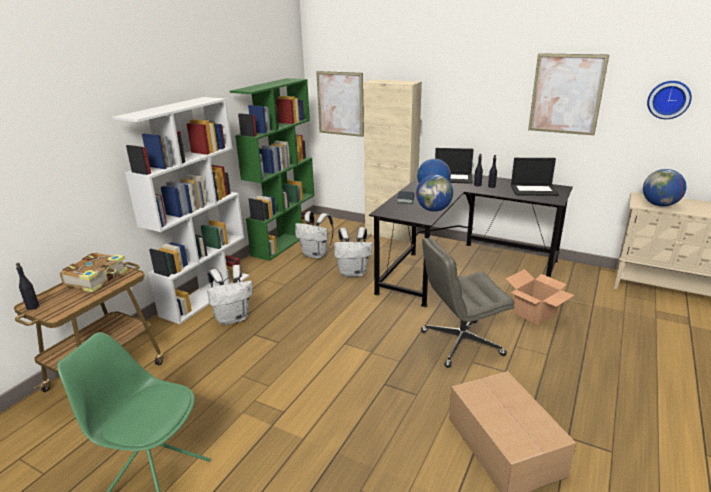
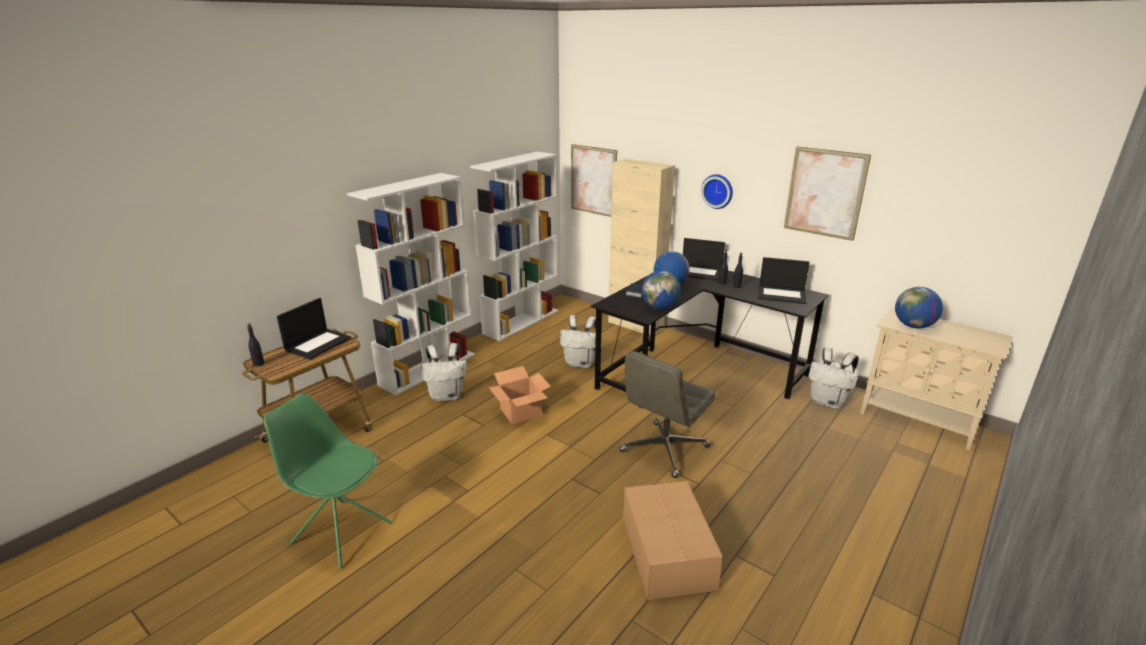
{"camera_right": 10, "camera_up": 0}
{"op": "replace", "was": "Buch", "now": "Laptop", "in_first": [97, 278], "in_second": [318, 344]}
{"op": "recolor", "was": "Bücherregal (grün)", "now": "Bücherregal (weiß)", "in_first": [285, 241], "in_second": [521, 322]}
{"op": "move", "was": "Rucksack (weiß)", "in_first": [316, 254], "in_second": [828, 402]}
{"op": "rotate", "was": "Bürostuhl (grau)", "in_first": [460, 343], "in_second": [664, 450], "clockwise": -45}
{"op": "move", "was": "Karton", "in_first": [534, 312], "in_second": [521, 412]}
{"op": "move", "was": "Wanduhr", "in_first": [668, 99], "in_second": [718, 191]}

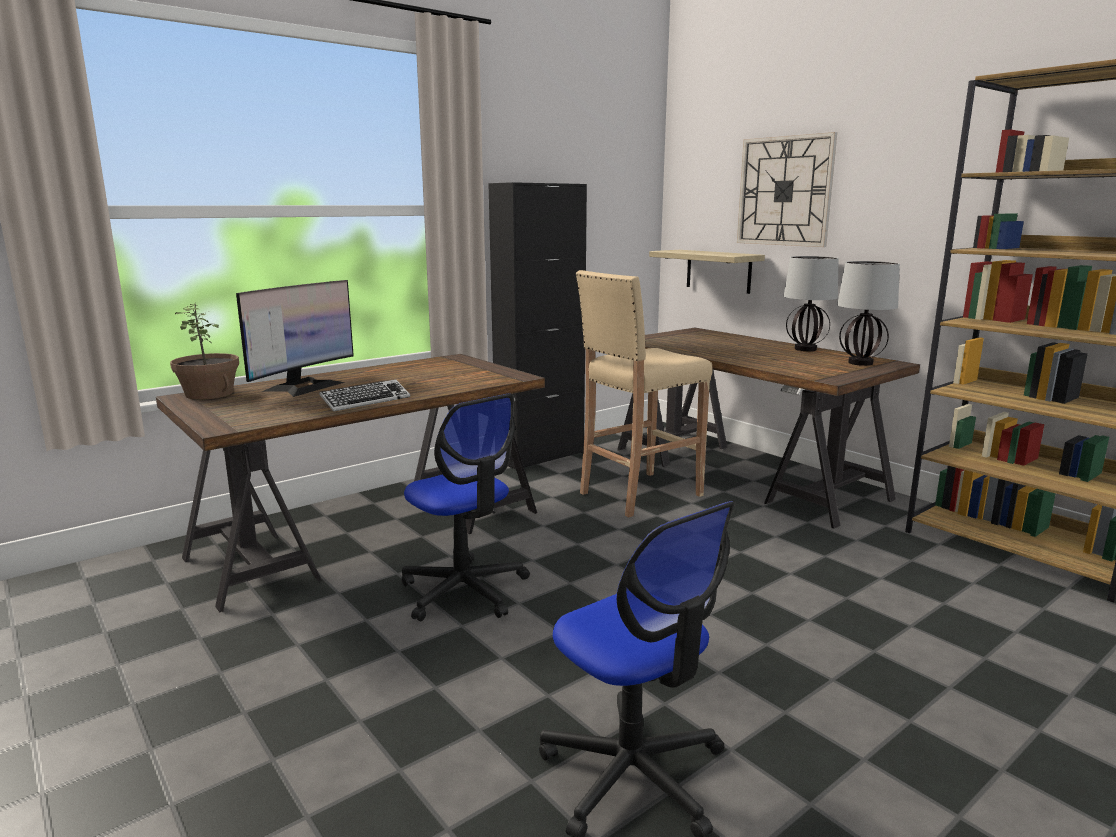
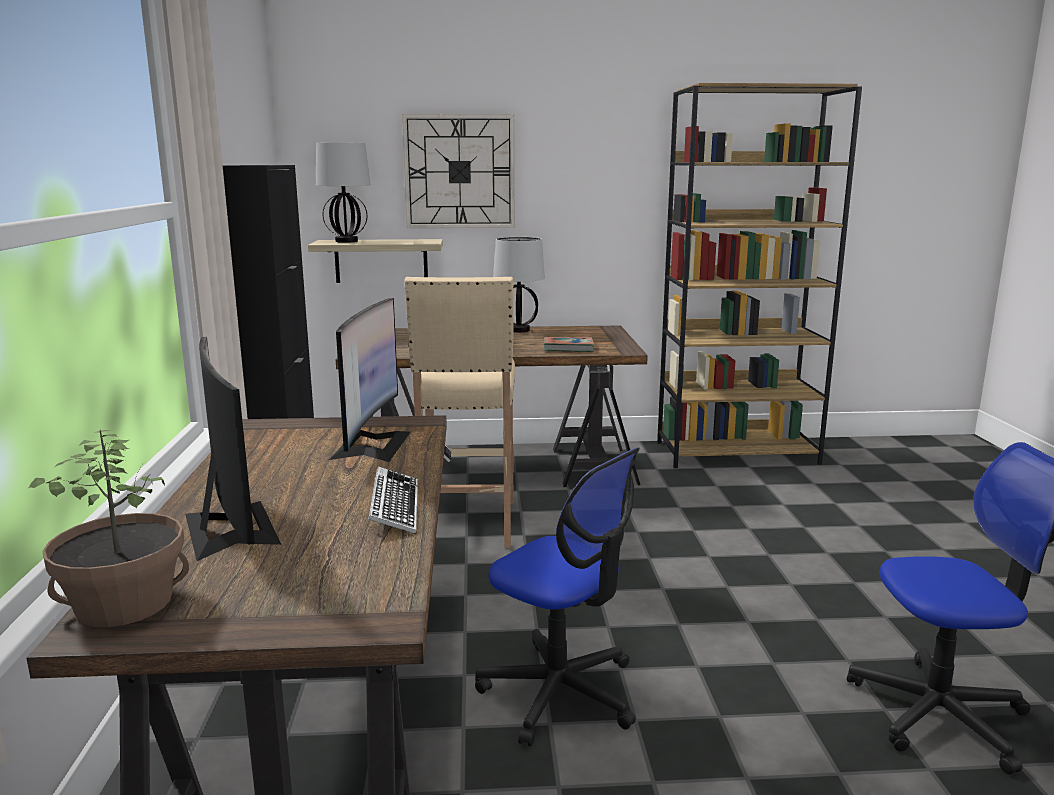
{"camera_right": -55, "camera_up": 0}
{"op": "rotate", "was": "Bürostuhl", "in_first": [464, 591], "in_second": [560, 693], "clockwise": 45}
{"op": "move", "was": "Tischlampe", "in_first": [860, 363], "in_second": [346, 241]}
{"op": "insert", "now": "Monitor", "in_second": [371, 445]}
{"op": "insert", "now": "Buch", "in_second": [568, 348]}

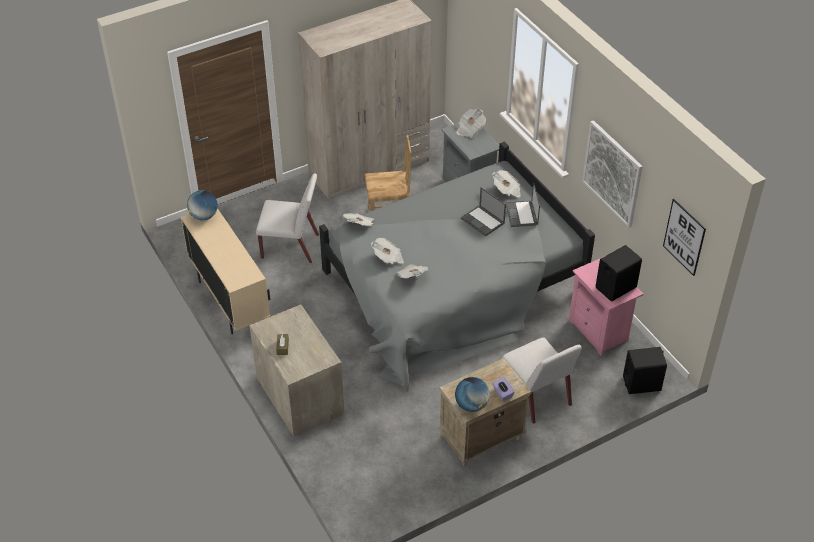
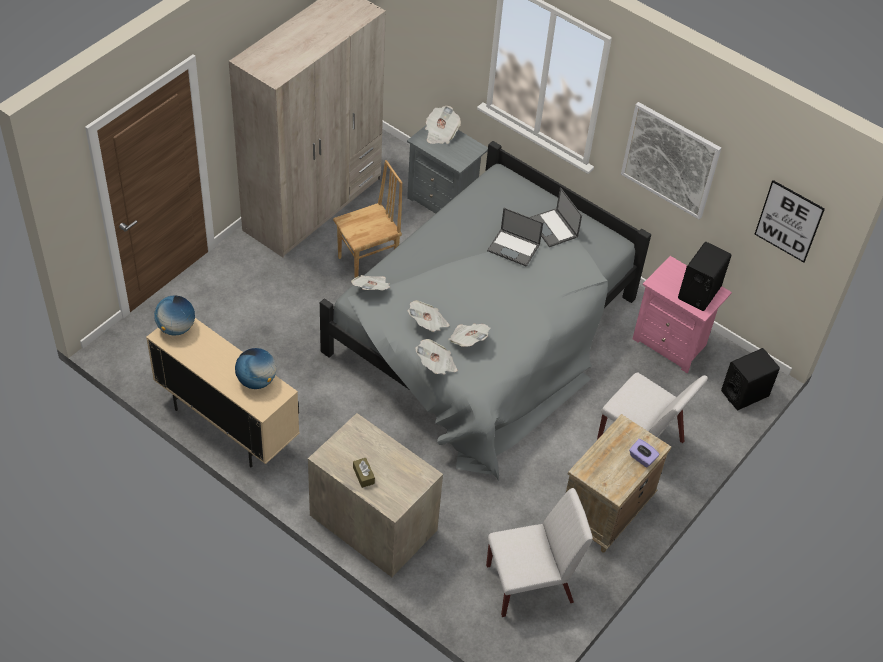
{"camera_right": -25, "camera_up": 5}
{"op": "move", "was": "Stuhl (weiß)", "in_first": [291, 246], "in_second": [530, 583]}
{"op": "move", "was": "Globus", "in_first": [471, 405], "in_second": [256, 381]}
{"op": "move", "was": "Zeitung", "in_first": [507, 190], "in_second": [436, 365]}

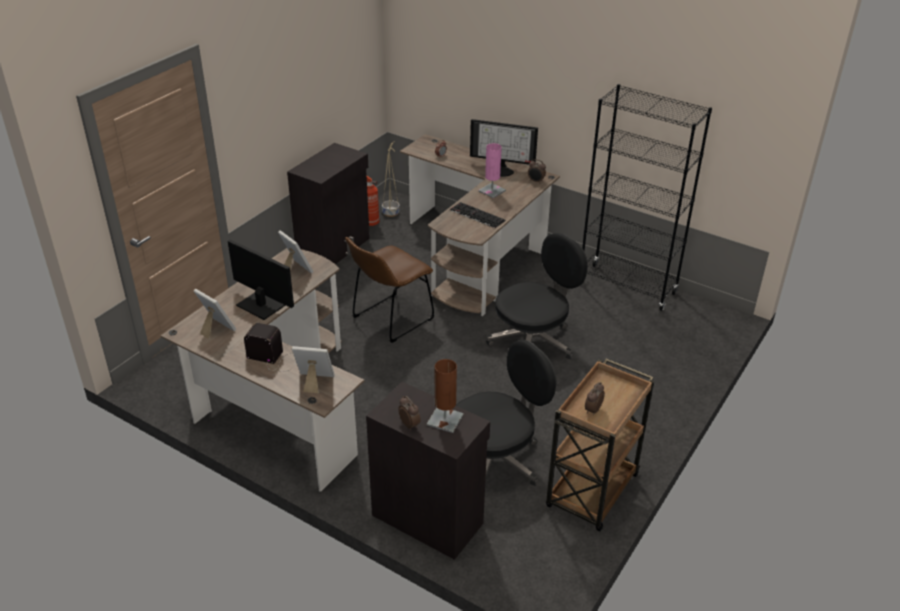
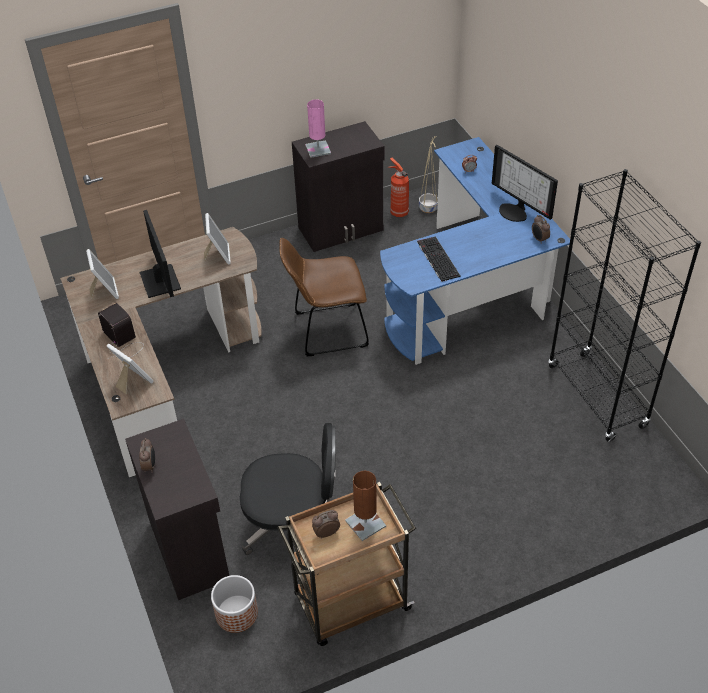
{"camera_right": 35, "camera_up": 10}
{"op": "recolor", "was": "Schreibtisch (braun)", "now": "Schreibtisch (blau)", "in_first": [478, 255], "in_second": [472, 292]}
{"op": "move", "was": "Tischlampe (braun)", "in_first": [445, 420], "in_second": [365, 523]}
{"op": "move", "was": "Tischlampe (rosa)", "in_first": [492, 191], "in_second": [318, 149]}
{"op": "delete", "was": "Bürostuhl (schwarz)", "in_first": [533, 342]}
{"op": "insert", "now": "Pflanzkübel", "in_second": [236, 613]}

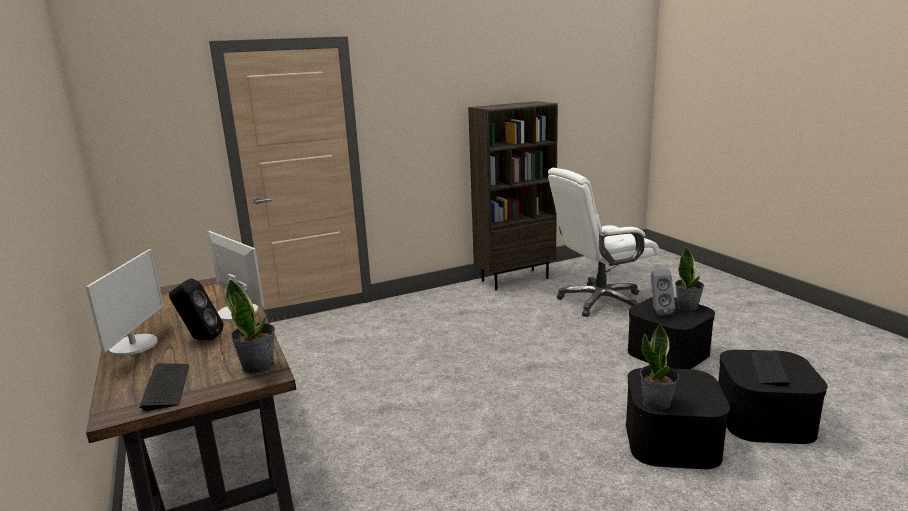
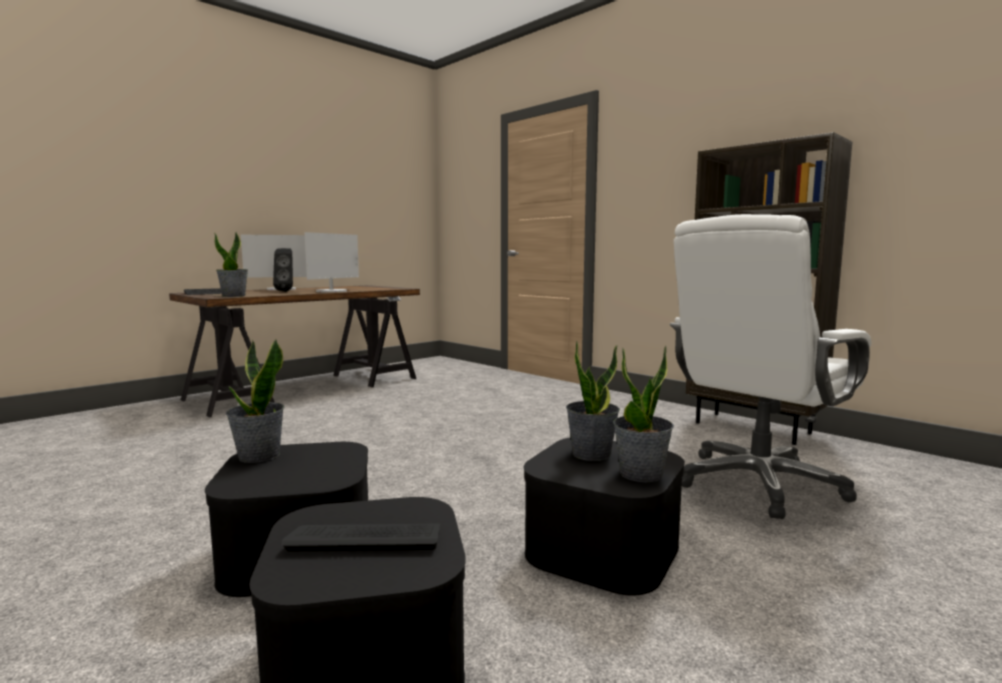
{"camera_right": 70, "camera_up": -10}
{"op": "rotate", "was": "Bürostuhl (weiß)", "in_first": [600, 301], "in_second": [758, 484], "clockwise": -90}
{"op": "replace", "was": "Lautsprecher (grau)", "now": "Topfpflanze", "in_first": [658, 311], "in_second": [591, 454]}

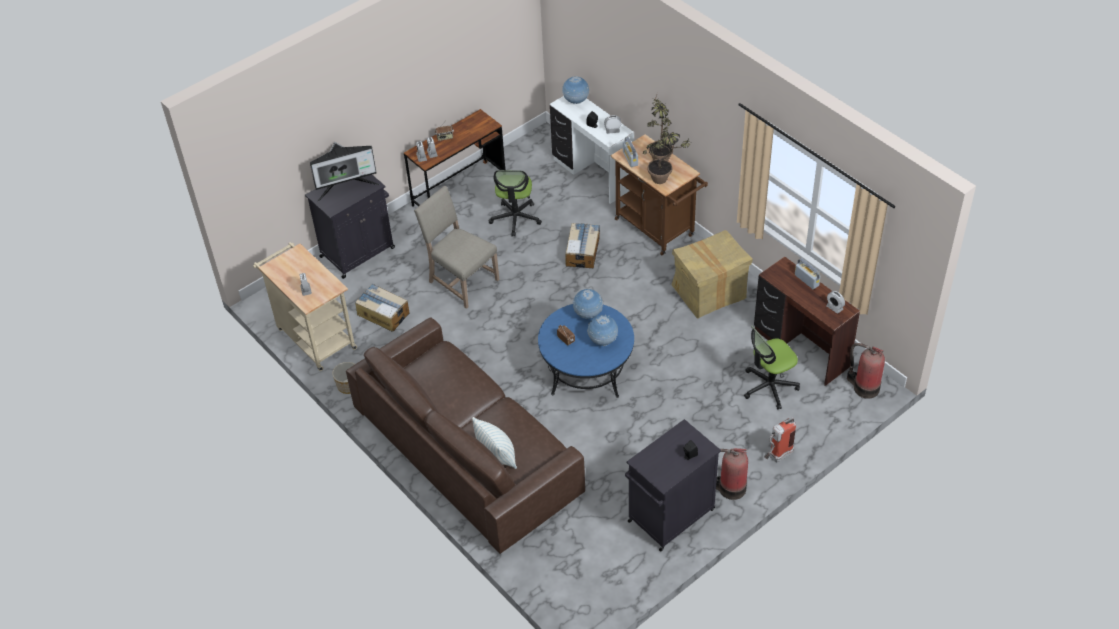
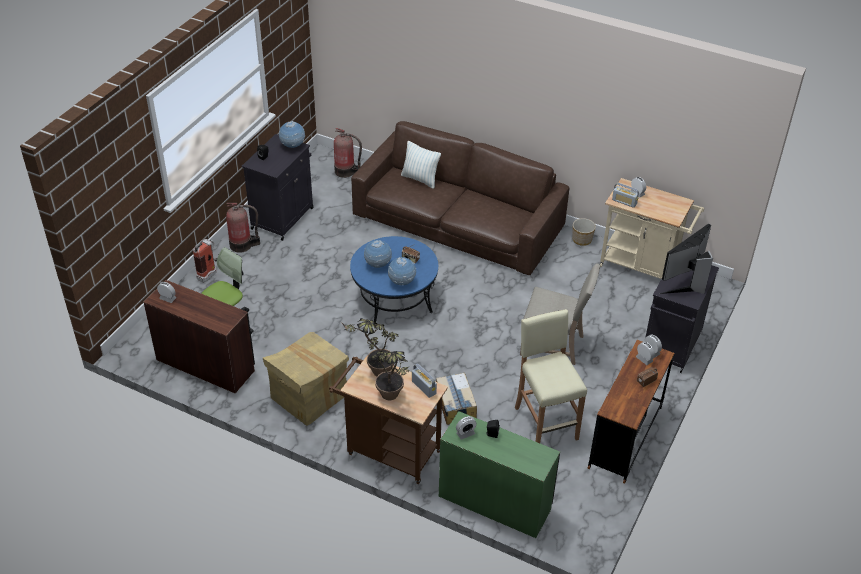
{"camera_right": 155, "camera_up": -5}
{"op": "delete", "was": "Karton", "in_first": [383, 313]}
{"op": "replace", "was": "Bürostuhl", "now": "Hocker (beige)", "in_first": [515, 218], "in_second": [545, 422]}
{"op": "recolor", "was": "Schreibtisch (weiß)", "now": "Schreibtisch (grün)", "in_first": [592, 174], "in_second": [495, 501]}
{"op": "move", "was": "Globus", "in_first": [576, 101], "in_second": [292, 146]}
{"op": "move", "was": "Radio", "in_first": [806, 280], "in_second": [624, 202]}
{"op": "move", "was": "Feuerlöscher", "in_first": [864, 387], "in_second": [346, 171]}

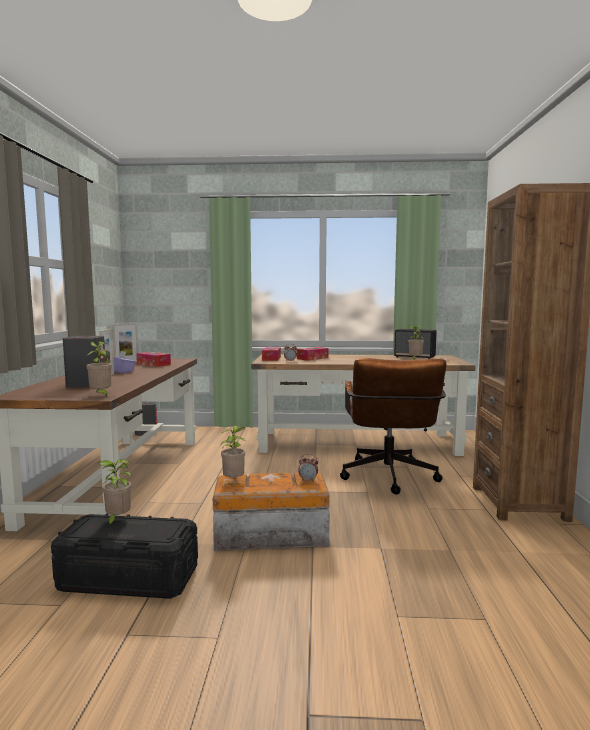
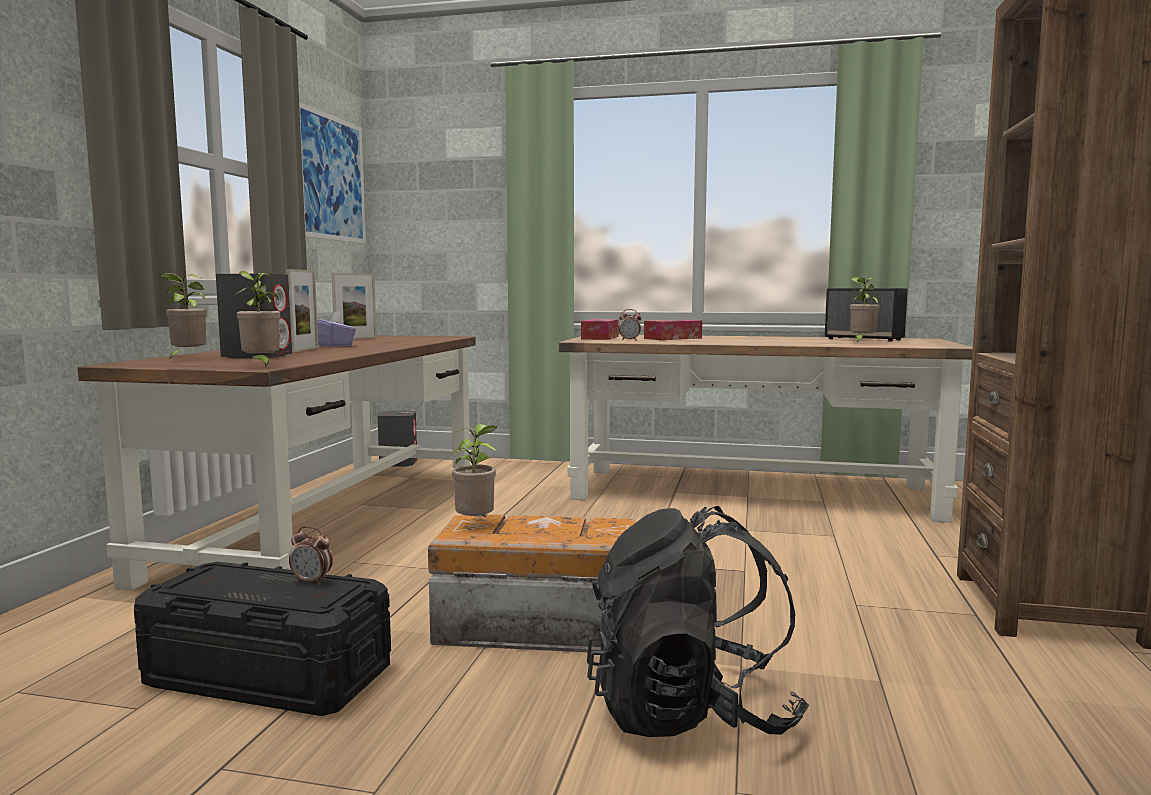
{"camera_right": 10, "camera_up": 0}
{"op": "move", "was": "Topfpflanze", "in_first": [117, 520], "in_second": [187, 358]}
{"op": "delete", "was": "Taschentuchbox", "in_first": [153, 364]}
{"op": "move", "was": "Wecker", "in_first": [308, 480], "in_second": [312, 581]}
{"op": "delete", "was": "Bürostuhl (braun)", "in_first": [389, 479]}
{"op": "insert", "now": "Bild", "in_second": [331, 178]}
{"op": "insert", "now": "Rucksack (schwarz)", "in_second": [690, 713]}

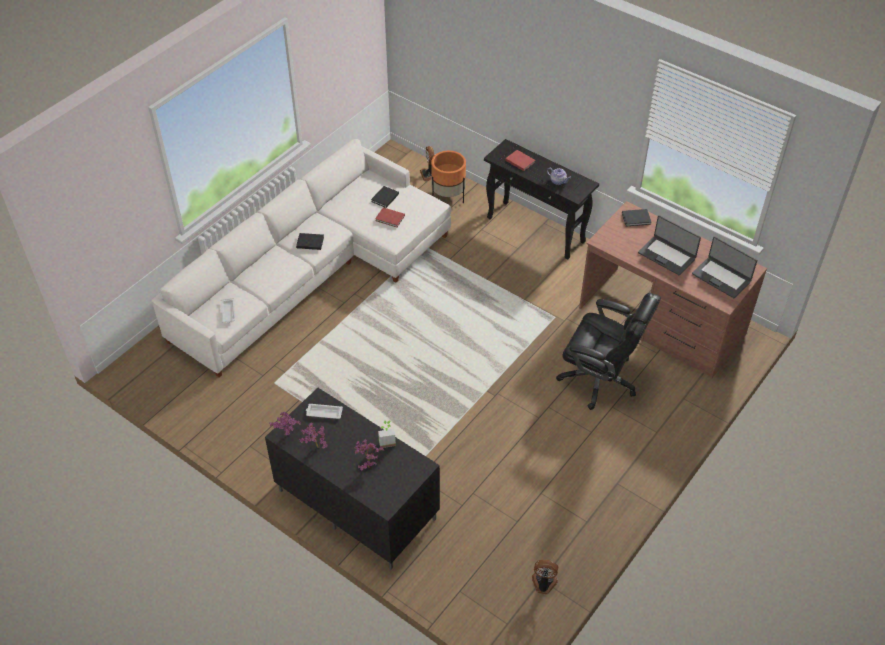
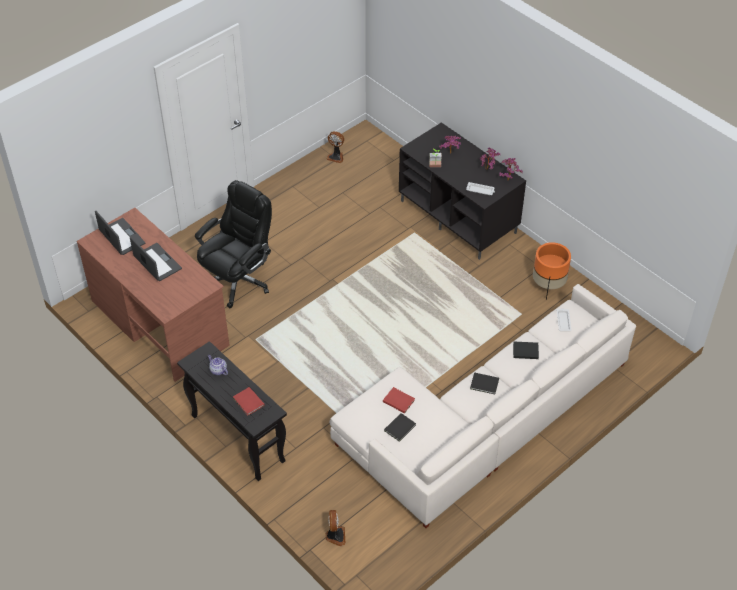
{"camera_right": -170, "camera_up": 0}
{"op": "move", "was": "Pflanzkübel (orange)", "in_first": [448, 196], "in_second": [548, 286]}
{"op": "rotate", "was": "Bürostuhl (schwarz)", "in_first": [600, 379], "in_second": [238, 280], "clockwise": 90}
{"op": "move", "was": "Buch (schwarz)", "in_first": [637, 219], "in_second": [524, 351]}

